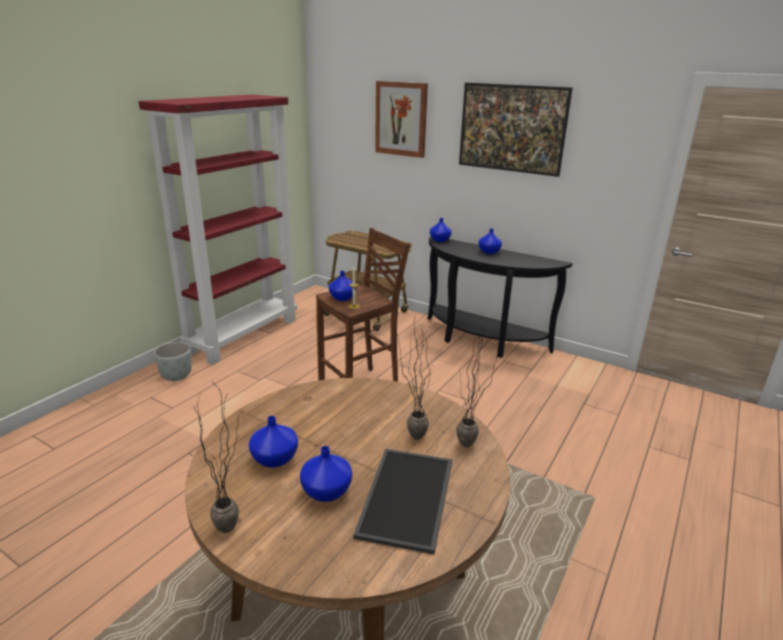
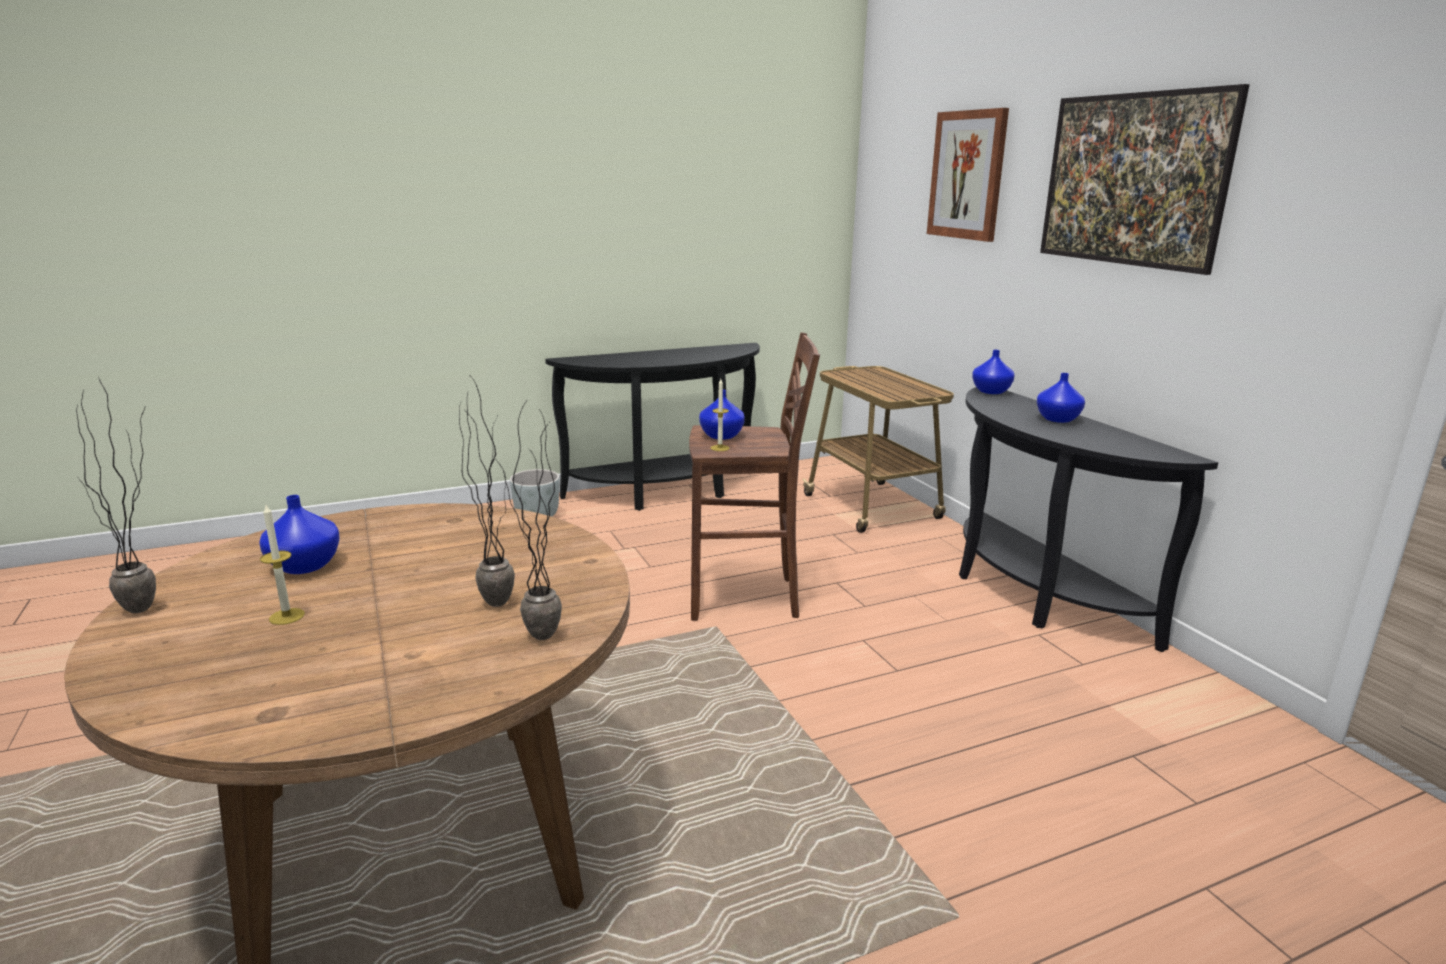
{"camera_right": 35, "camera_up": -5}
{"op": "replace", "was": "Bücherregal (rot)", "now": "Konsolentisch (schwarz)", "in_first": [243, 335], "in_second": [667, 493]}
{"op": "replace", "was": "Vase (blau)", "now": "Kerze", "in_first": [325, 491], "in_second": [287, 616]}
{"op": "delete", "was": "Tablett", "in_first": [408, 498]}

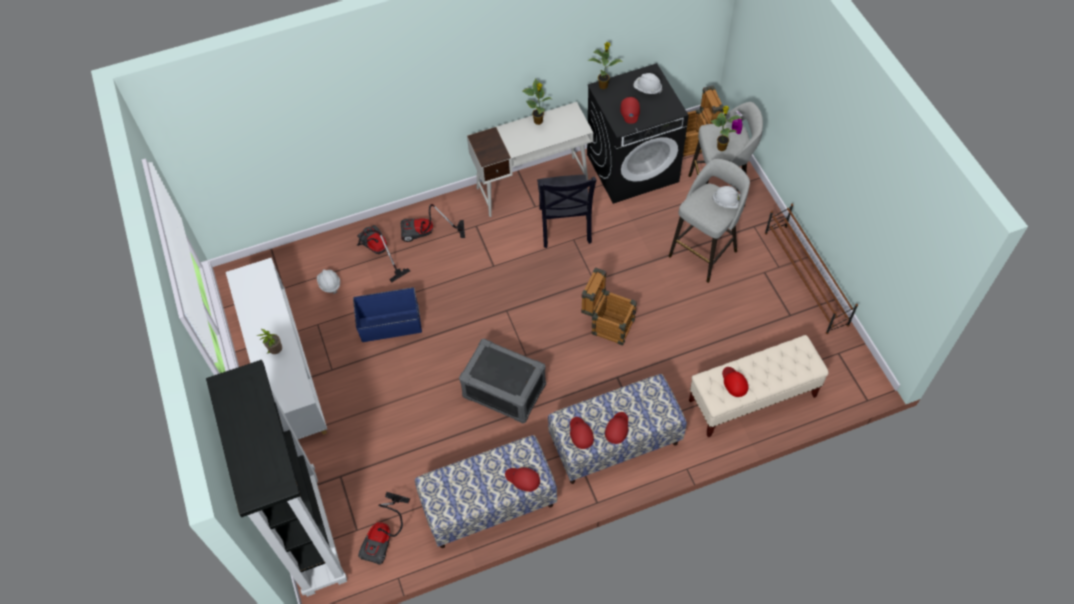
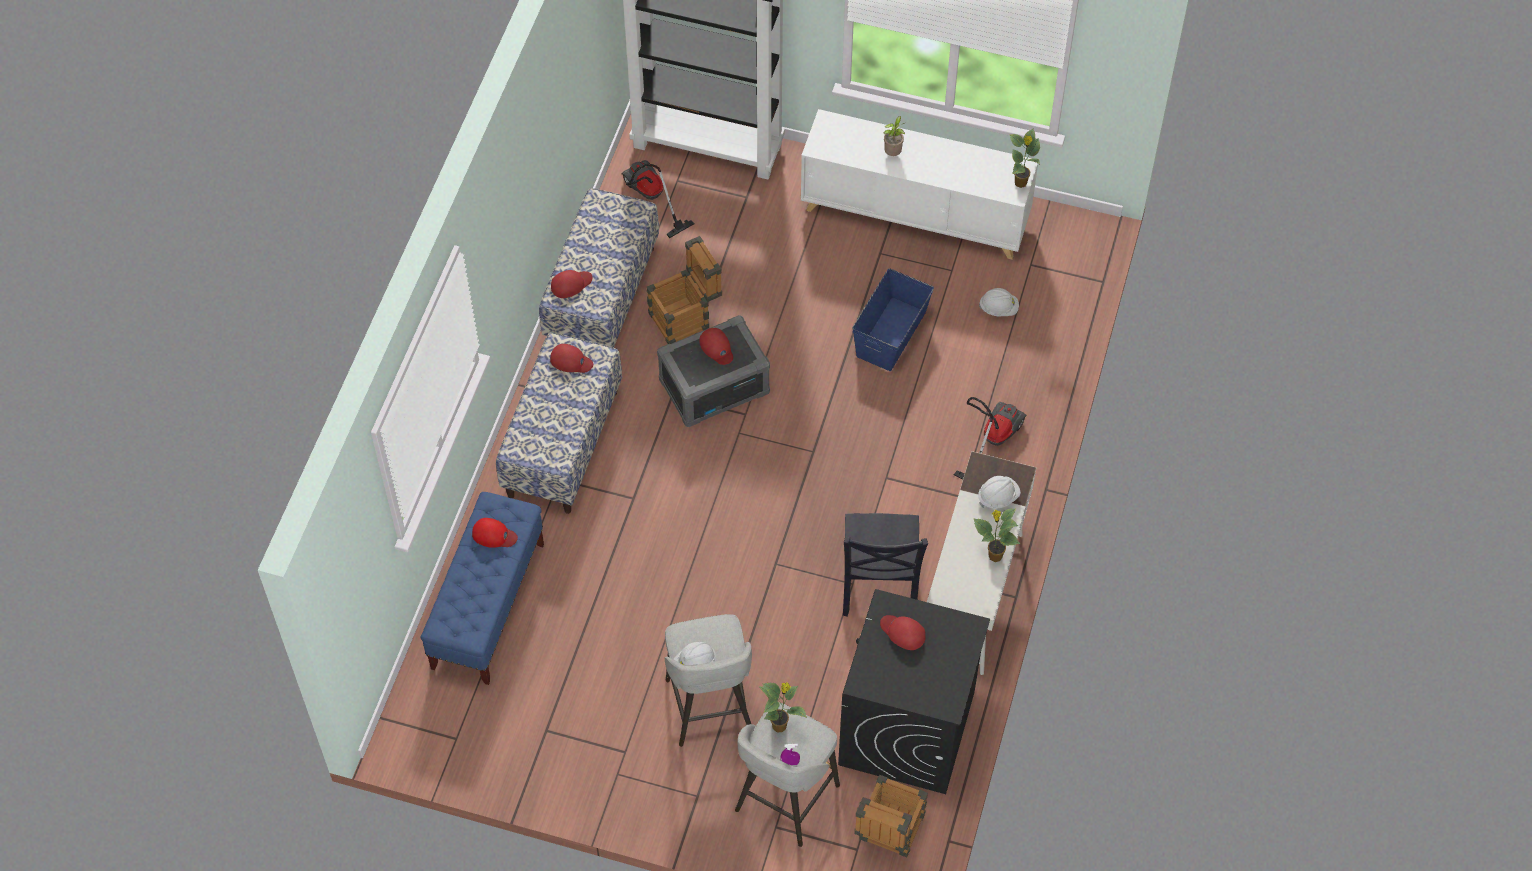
{"camera_right": 125, "camera_up": 0}
{"op": "delete", "was": "Staubsauger", "in_first": [378, 253]}
{"op": "rotate", "was": "Stuhl (schwarz)", "in_first": [564, 227], "in_second": [878, 587], "clockwise": -120}
{"op": "move", "was": "Kiste", "in_first": [607, 324], "in_second": [686, 317]}
{"op": "move", "was": "Topfpflanze", "in_first": [603, 85], "in_second": [1021, 183]}
{"op": "move", "was": "Kappe (rot)", "in_first": [617, 428], "in_second": [717, 348]}
{"op": "move", "was": "Schutzhelm (weiß)", "in_first": [647, 89], "in_second": [998, 497]}
{"op": "recolor", "was": "Bank (beige)", "now": "Bank (blau)", "in_first": [752, 399], "in_second": [488, 606]}
{"op": "delete", "was": "Schuhregal (braun)", "in_first": [805, 279]}

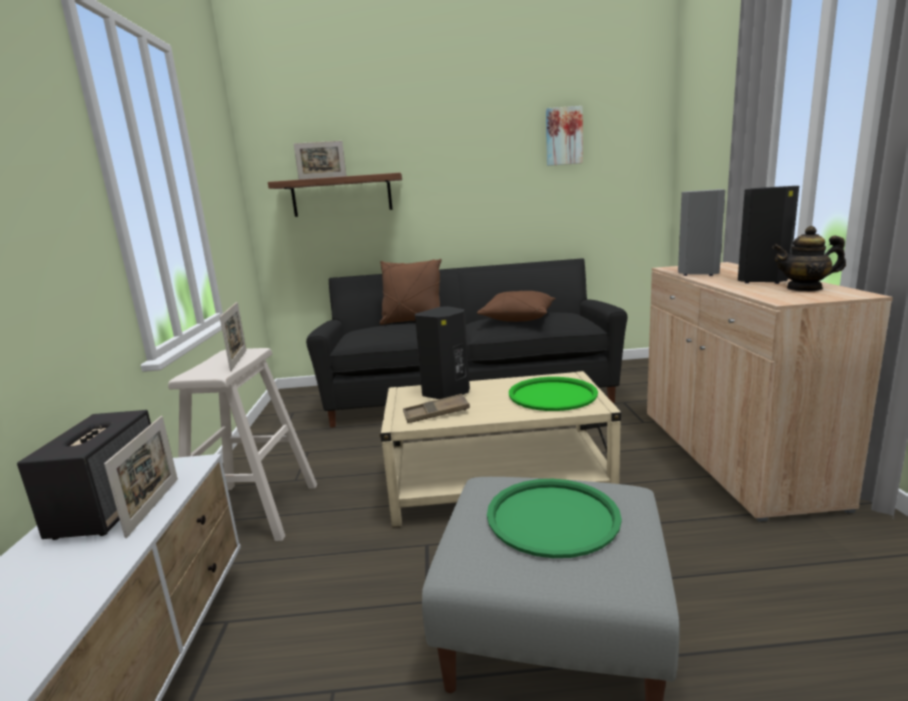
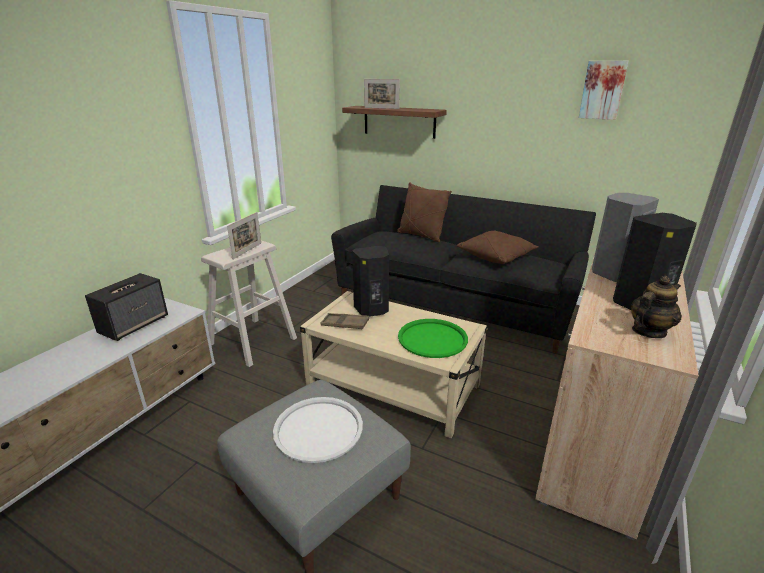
{"camera_right": 30, "camera_up": 10}
{"op": "delete", "was": "Bilderrahmen", "in_first": [153, 506]}
{"op": "recolor", "was": "Tablett (grün)", "now": "Tablett (weiß)", "in_first": [552, 517], "in_second": [318, 429]}
{"op": "rotate", "was": "Teekanne", "in_first": [804, 288], "in_second": [648, 331], "clockwise": 105}

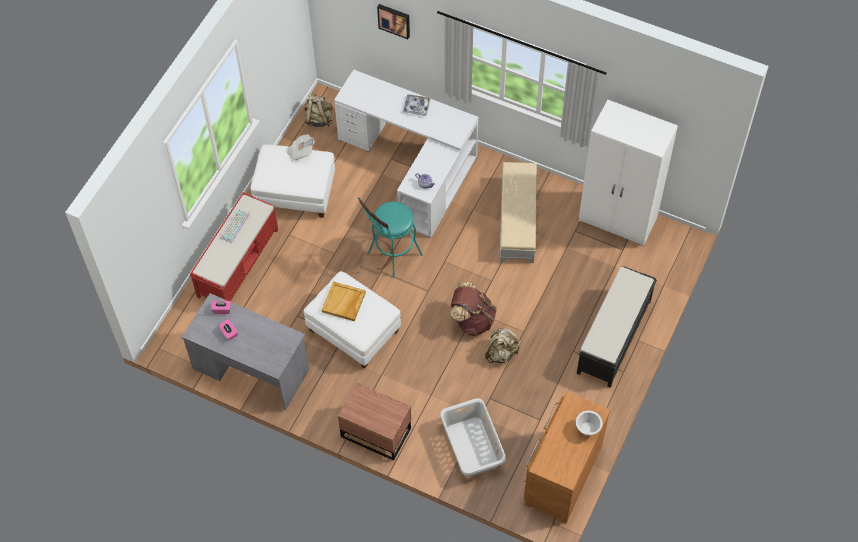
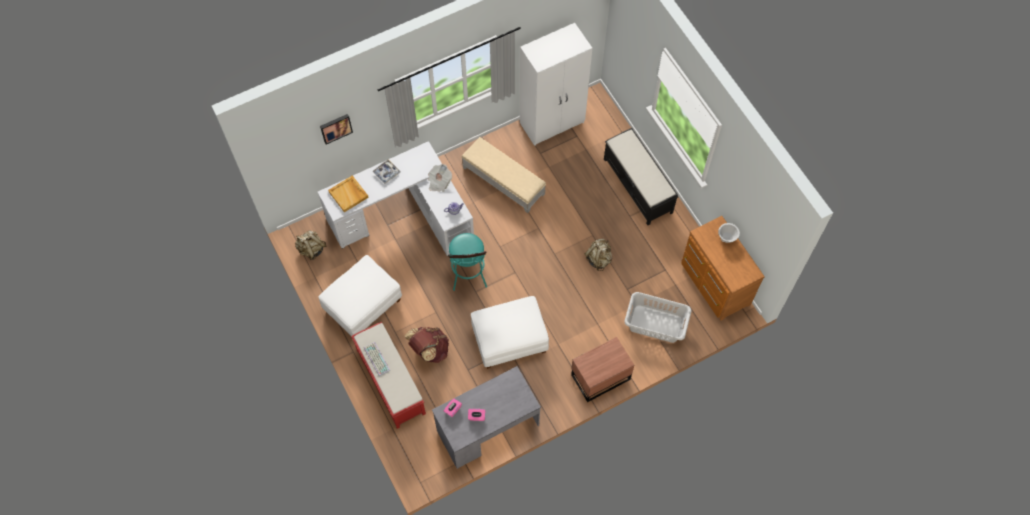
{"camera_right": -55, "camera_up": 5}
{"op": "move", "was": "Zeitung", "in_first": [300, 152], "in_second": [439, 182]}
{"op": "move", "was": "Tablett (beige)", "in_first": [344, 302], "in_second": [349, 194]}
{"op": "move", "was": "Rucksack (braun)", "in_first": [472, 320], "in_second": [429, 350]}

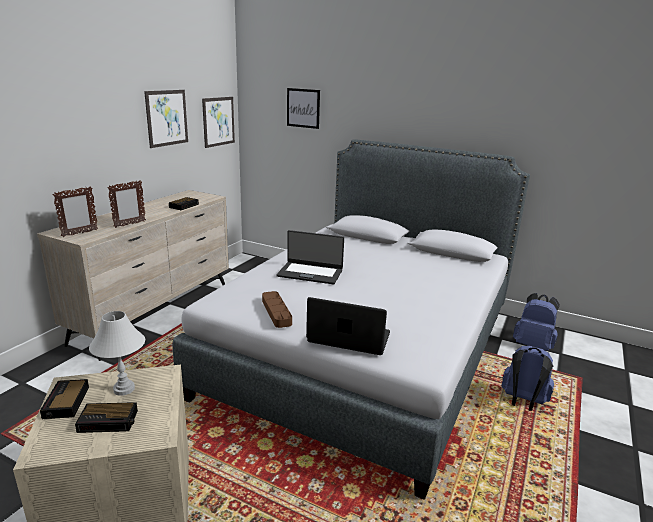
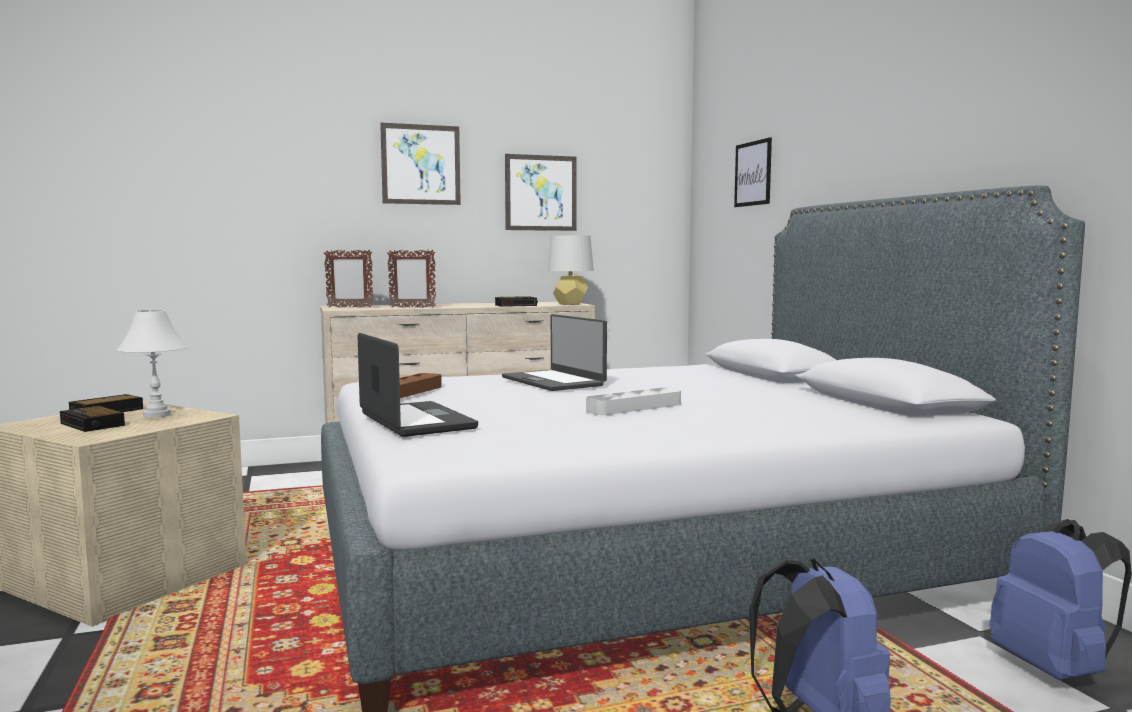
{"camera_right": 45, "camera_up": -15}
{"op": "move", "was": "Bild", "in_first": [218, 121], "in_second": [421, 164]}
{"op": "insert", "now": "Tischlampe (grau)", "in_second": [570, 304]}
{"op": "insert", "now": "Tablett (grau)", "in_second": [634, 407]}

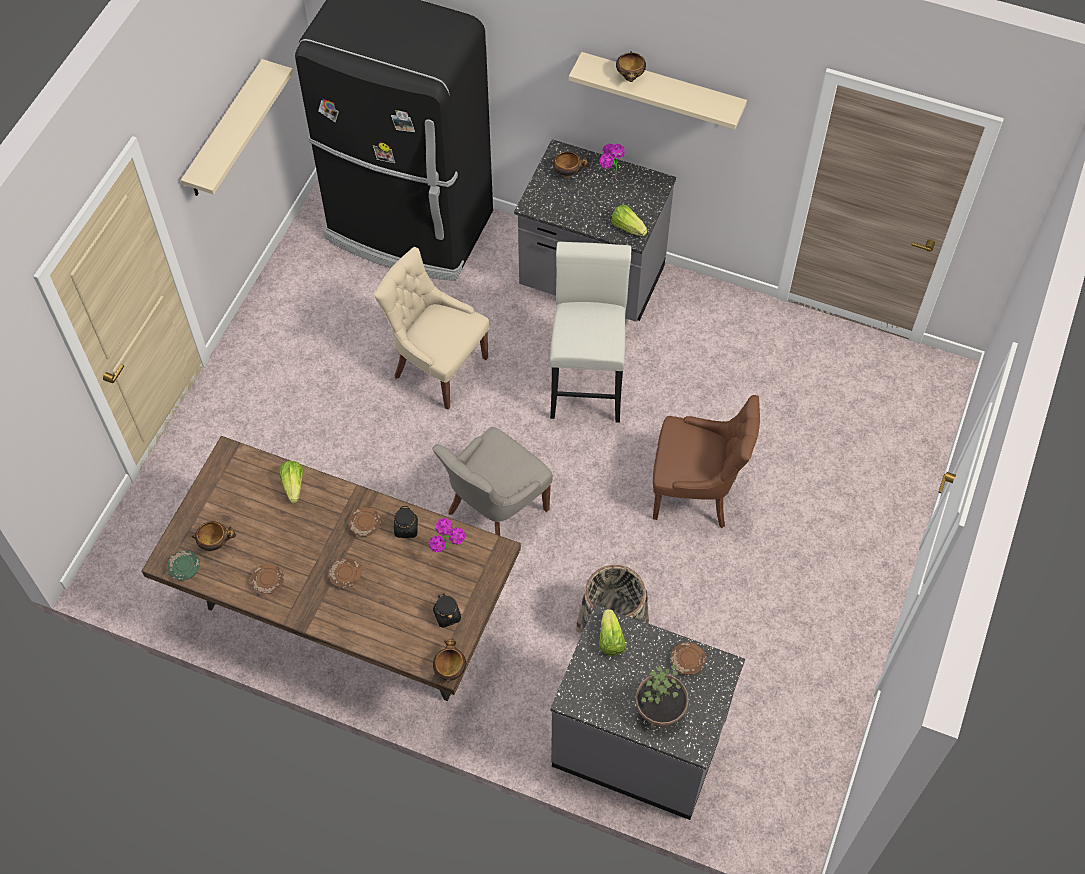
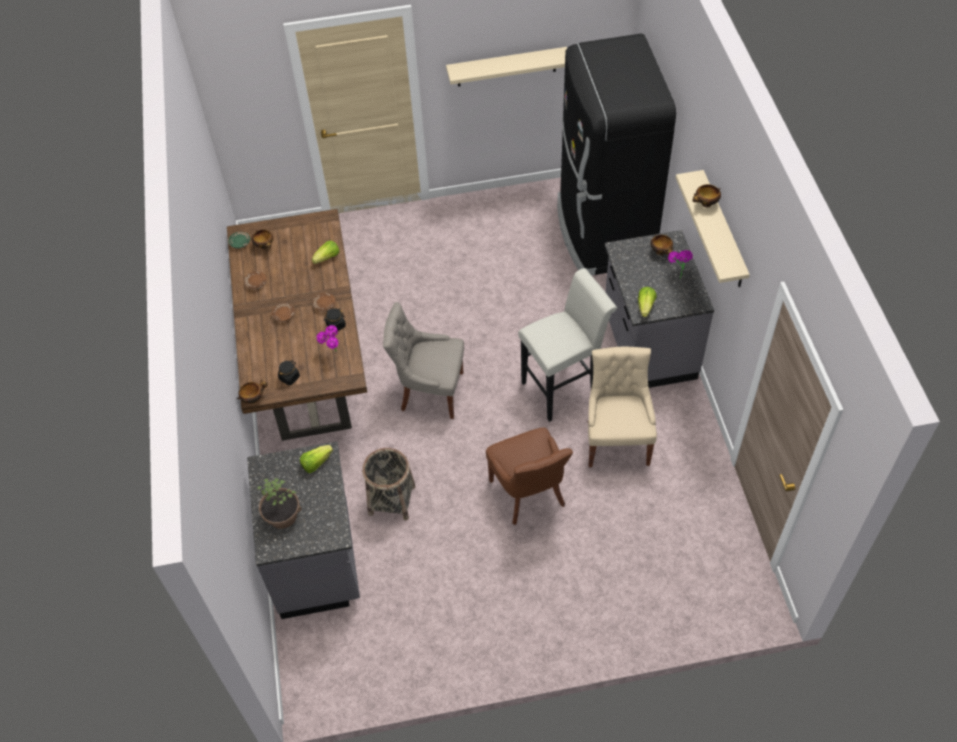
{"camera_right": 60, "camera_up": -5}
{"op": "move", "was": "Stuhl (beige)", "in_first": [438, 367], "in_second": [616, 441]}
{"op": "delete", "was": "Teller (braun)", "in_first": [687, 661]}

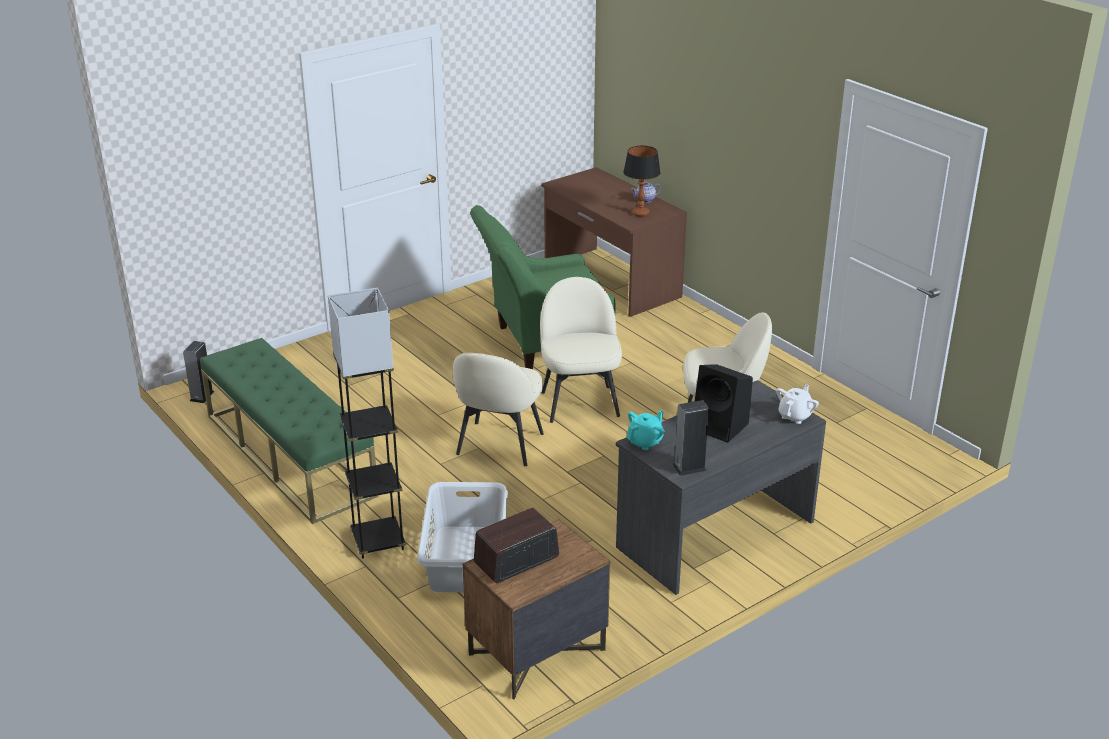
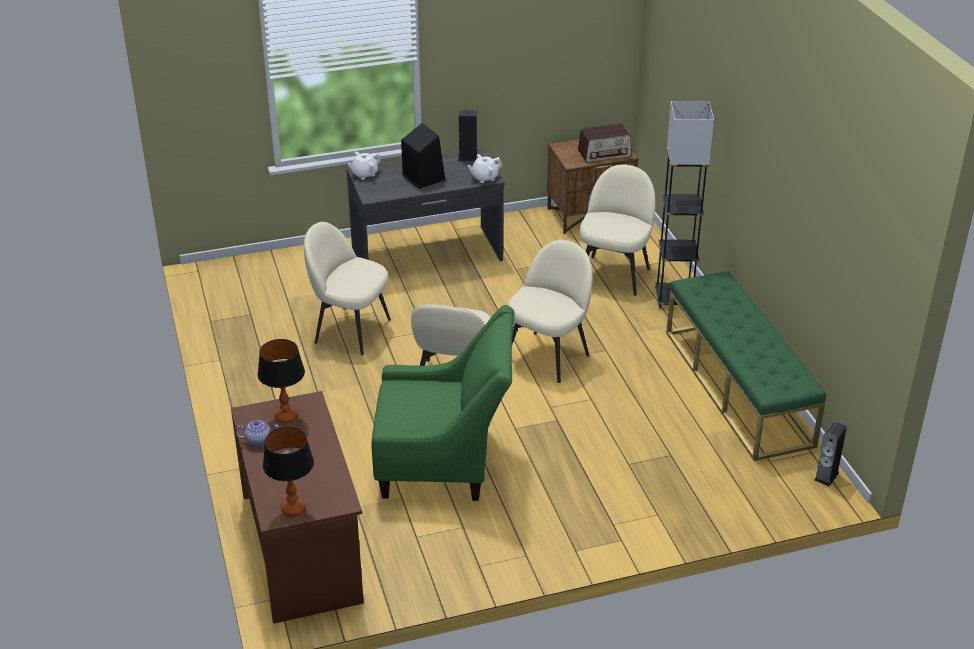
{"camera_right": -160, "camera_up": 5}
{"op": "replace", "was": "Wäschekorb (grau)", "now": "Stuhl (beige)", "in_first": [464, 559], "in_second": [614, 274]}
{"op": "recolor", "was": "Teekanne (türkis)", "now": "Teekanne (weiß)", "in_first": [645, 442], "in_second": [484, 178]}
{"op": "insert", "now": "Tischlampe", "in_second": [293, 509]}

